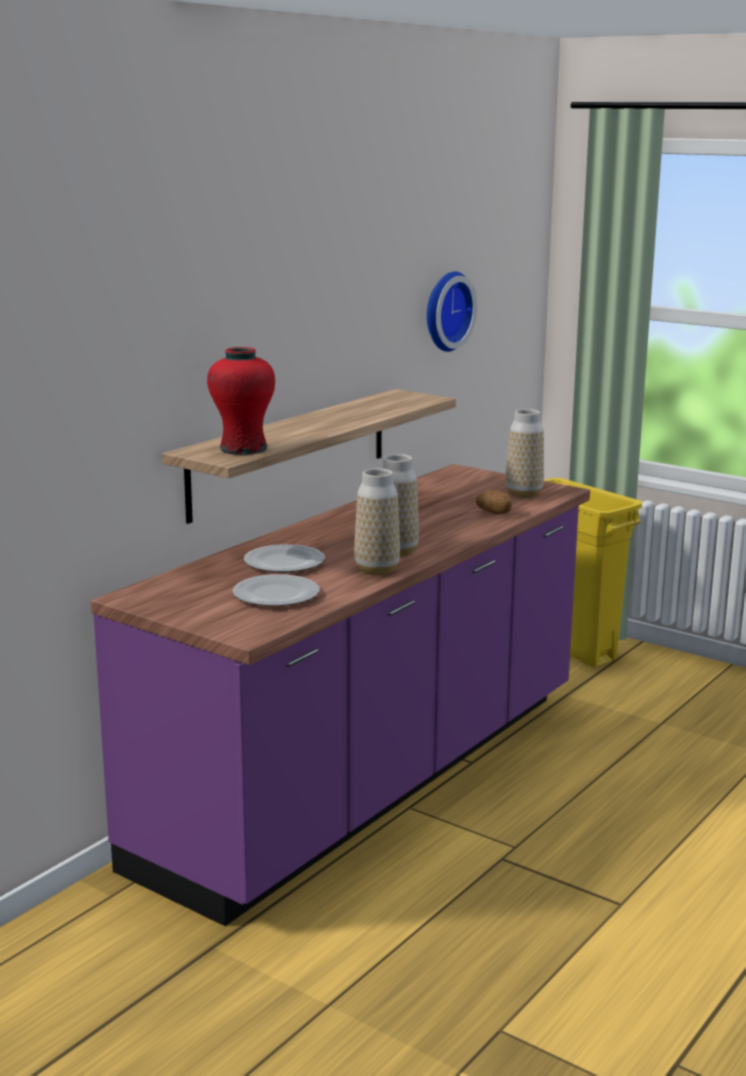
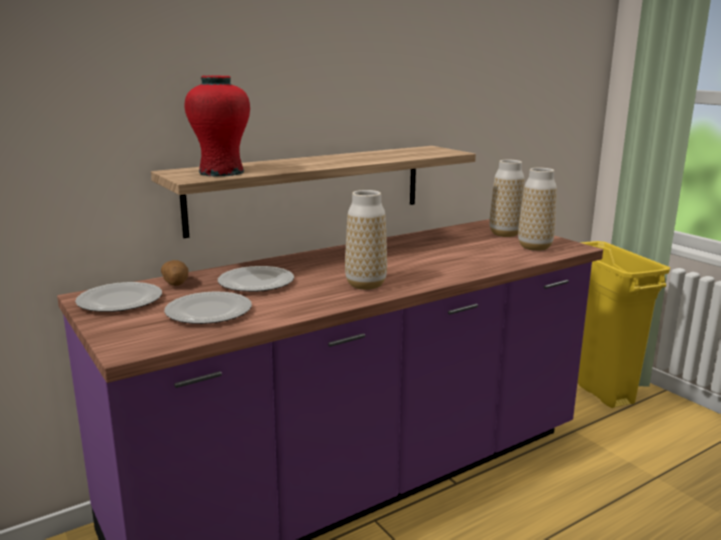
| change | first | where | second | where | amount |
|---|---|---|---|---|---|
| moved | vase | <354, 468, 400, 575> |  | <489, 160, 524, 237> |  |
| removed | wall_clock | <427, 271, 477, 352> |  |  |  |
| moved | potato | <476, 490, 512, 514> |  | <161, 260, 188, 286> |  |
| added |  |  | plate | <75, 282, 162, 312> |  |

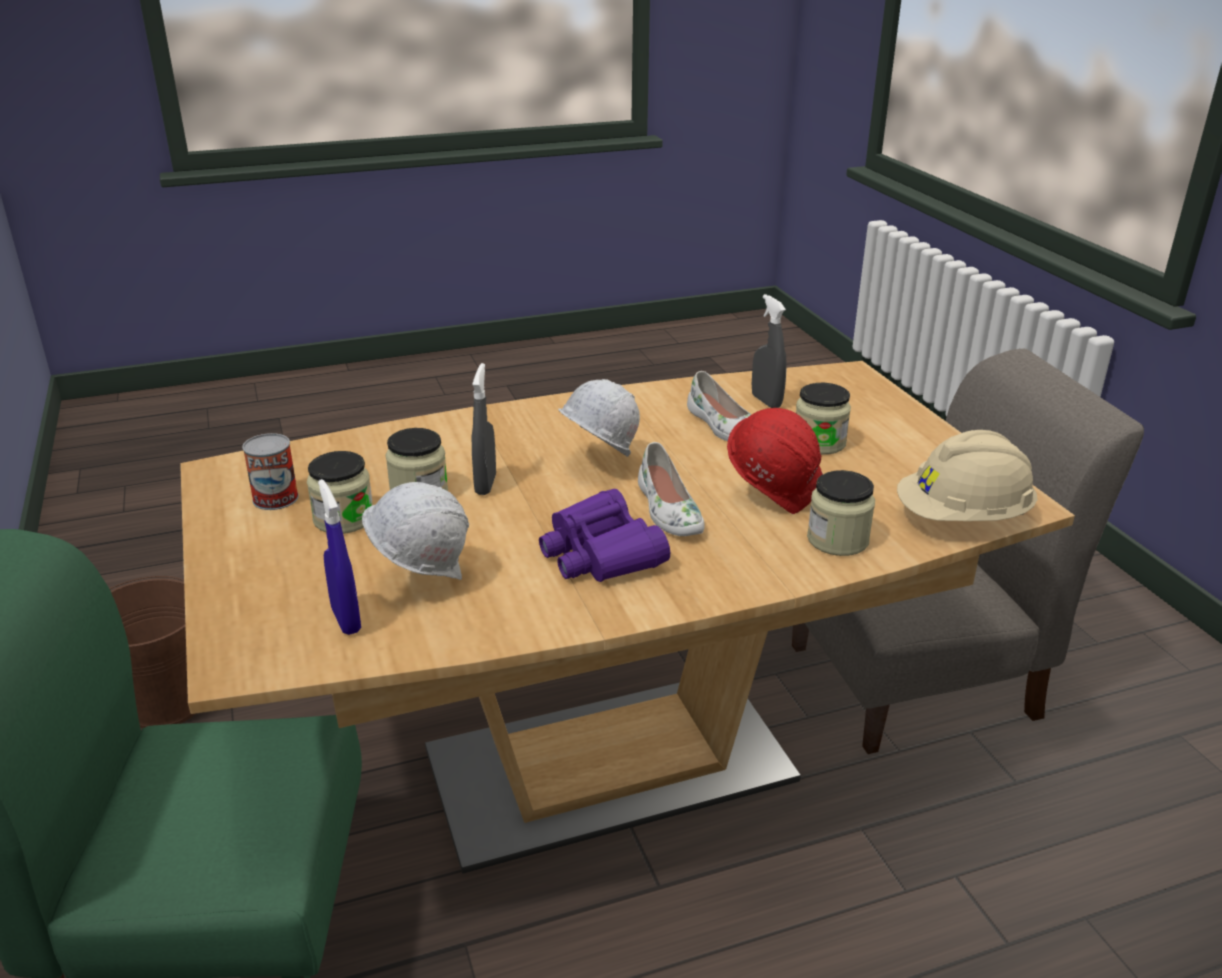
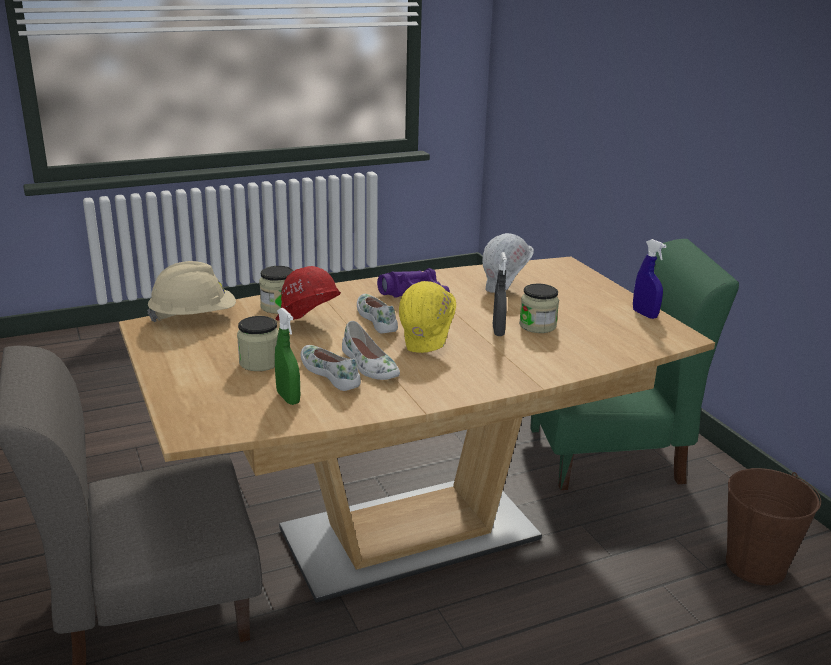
| change | first | where | second | where | amount |
|---|---|---|---|---|---|
| removed | can | <242, 433, 299, 510> |  |  |  |
| removed | jar | <307, 451, 373, 534> |  |  |  |
| moved | blue_spray_bottle | <318, 479, 361, 635> |  | <633, 239, 667, 319> |  |
| recoloured | white_hard_hat | <558, 379, 640, 457> | yellow_hard_hat | <399, 281, 456, 353> |  |
| recoloured | grey_spray_bottle | <752, 294, 787, 408> | green_spray_bottle | <275, 308, 300, 405> |  |
| added |  |  | white_shoe | <342, 321, 400, 380> |  |

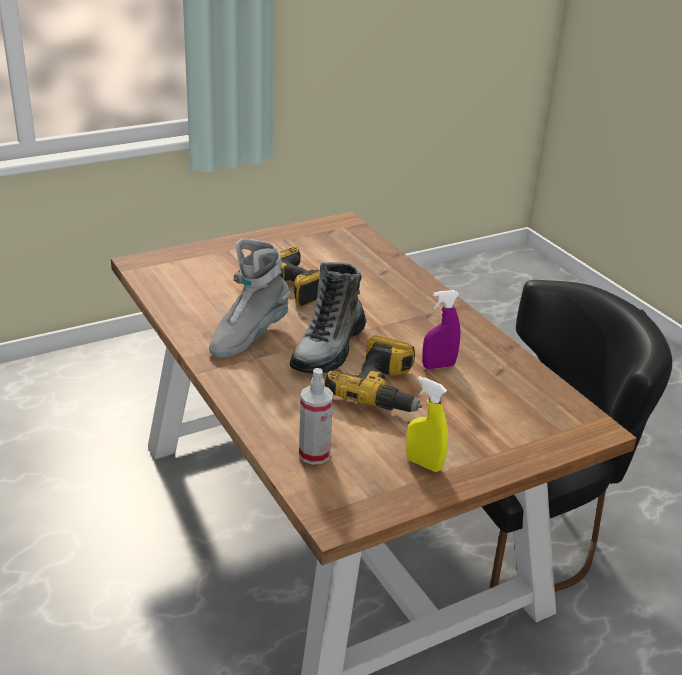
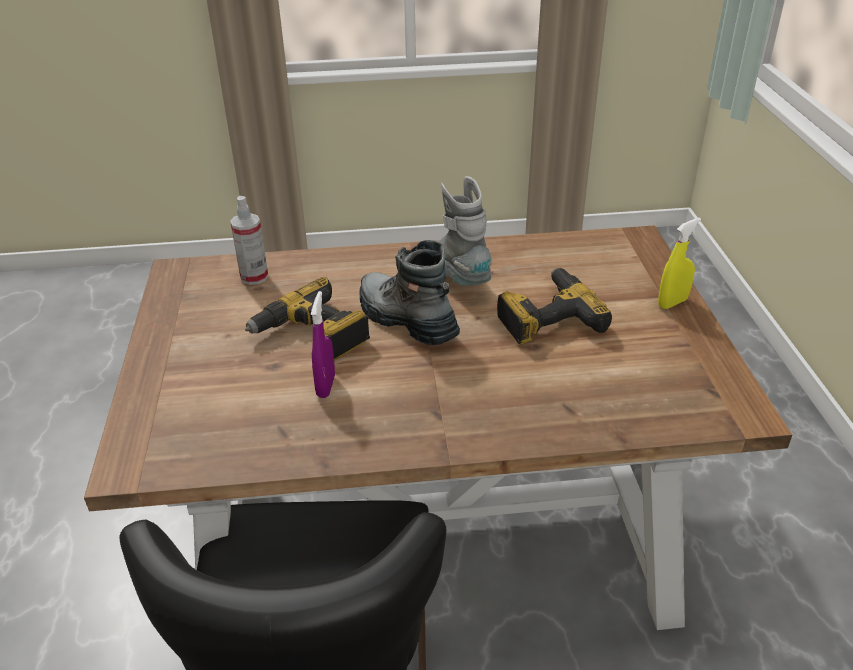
| change | first | where | second | where | amount |
|---|---|---|---|---|---|
| moved | yellow_spray_bottle | <406, 376, 448, 472> |  | <658, 218, 701, 309> |  |

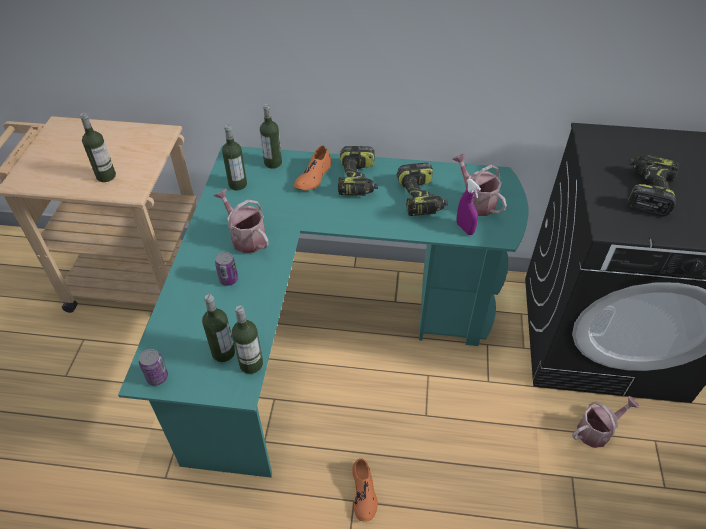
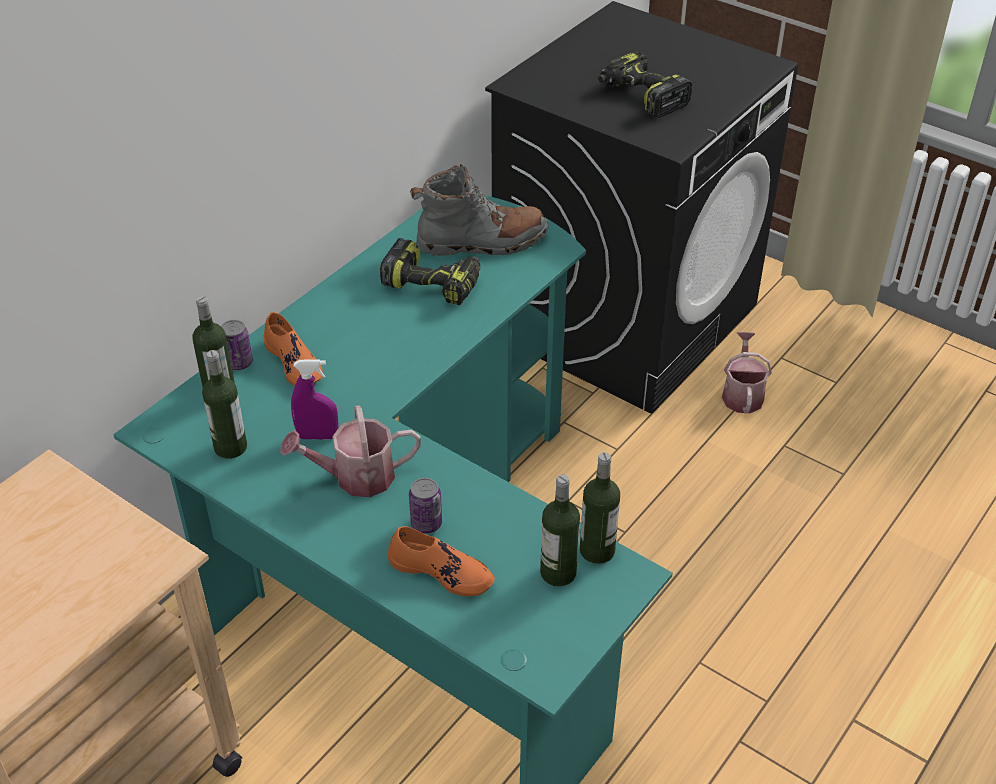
| change | first | where | second | where | amount |
|---|---|---|---|---|---|
| removed | bottle | <80, 113, 116, 182> |  |  |  |
| moved | can | <139, 349, 168, 386> |  | <221, 320, 253, 370> |  |
| removed | power_drill | <338, 146, 378, 196> |  |  |  |
| moved | orange_shoe | <352, 458, 378, 522> |  | <388, 526, 495, 596> |  |
| replaced | watering_can | <453, 154, 507, 216> | grey_boot | <410, 164, 549, 256> |  |
| moved | purple_spray_bottle | <456, 179, 481, 235> |  | <291, 360, 339, 439> |  |

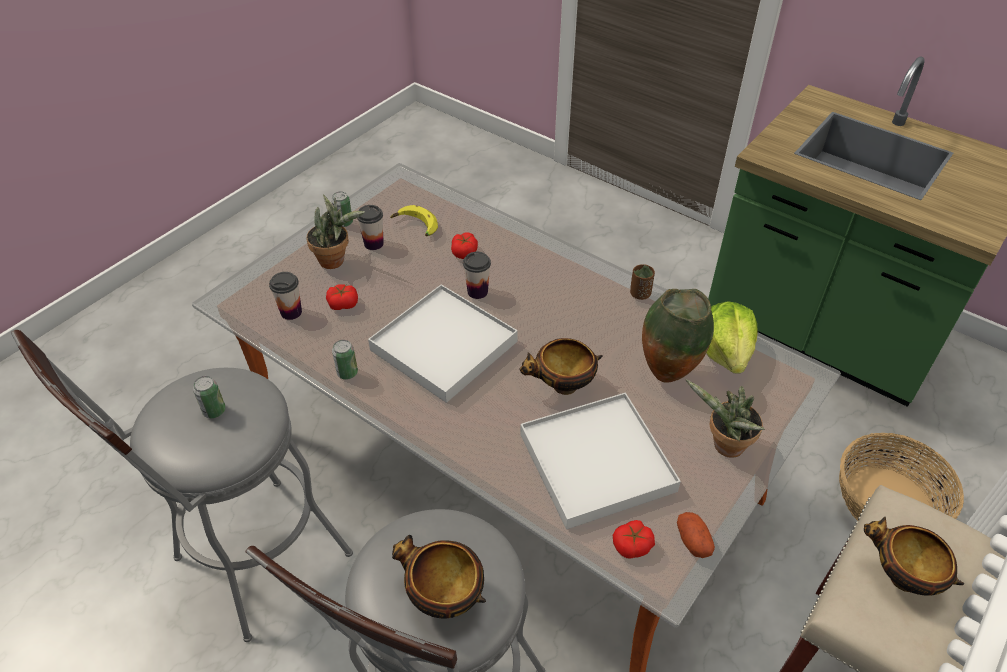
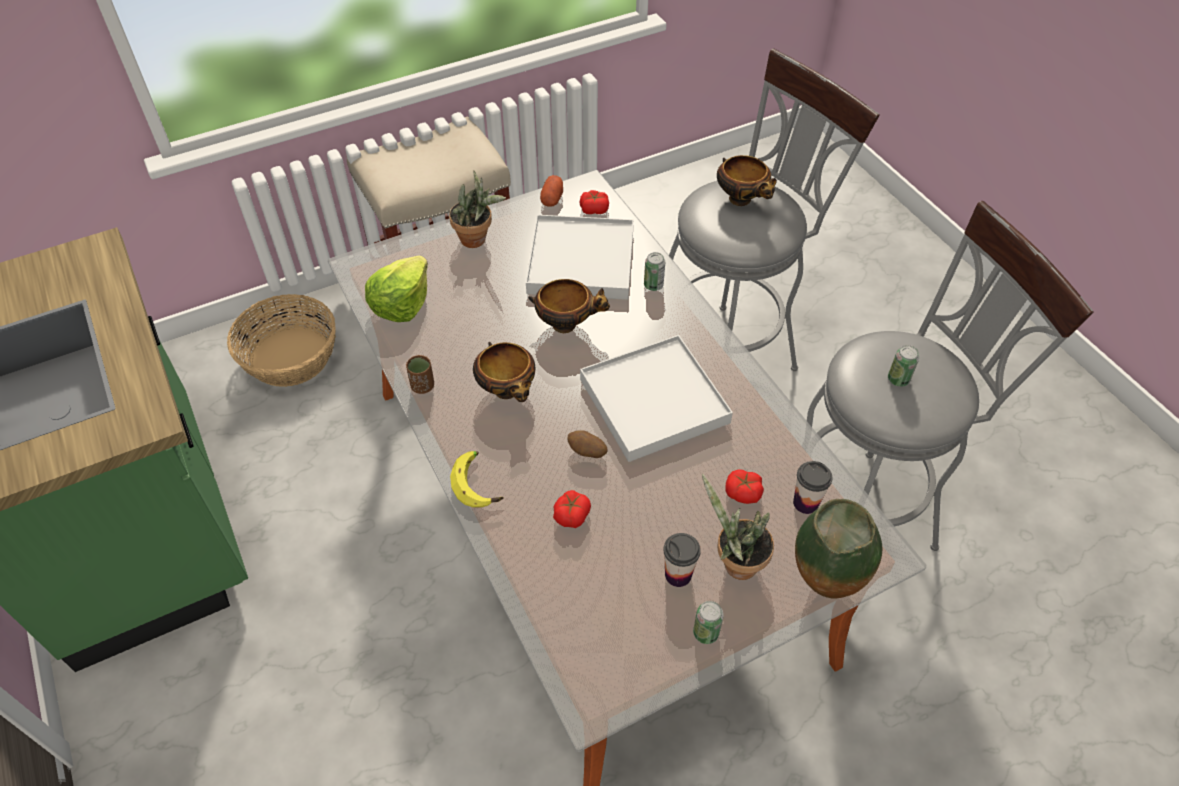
| change | first | where | second | where | amount |
|---|---|---|---|---|---|
| moved | can | <332, 340, 358, 380> |  | <644, 252, 665, 291> |  |
| moved | banana | <391, 205, 438, 236> |  | <450, 451, 503, 508> |  |
| replaced | cup | <463, 252, 491, 299> | potato | <567, 430, 608, 458> |  |
| moved | vase | <642, 289, 714, 383> |  | <795, 499, 882, 598> |  |
| moved | bowl | <864, 517, 964, 596> |  | <473, 342, 536, 402> |  |

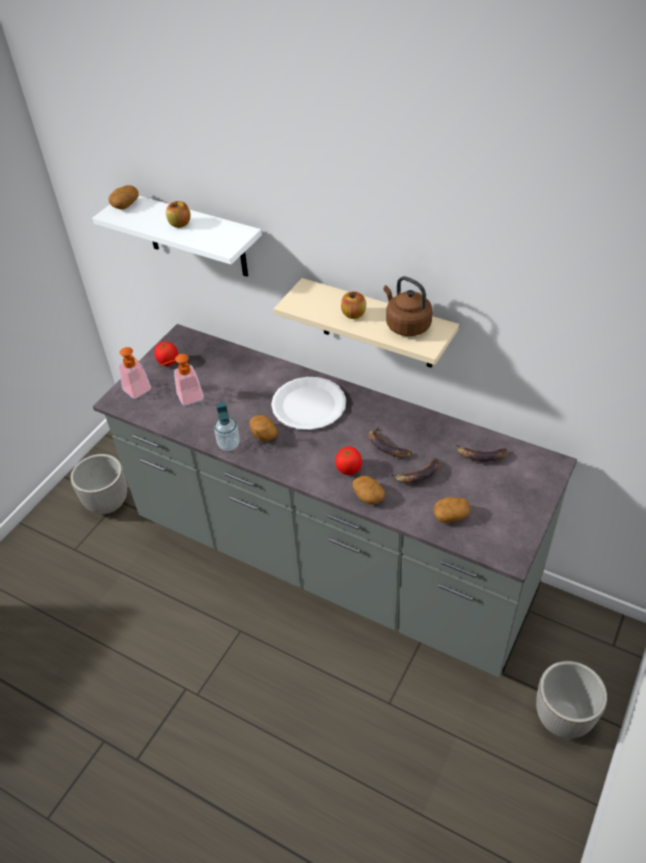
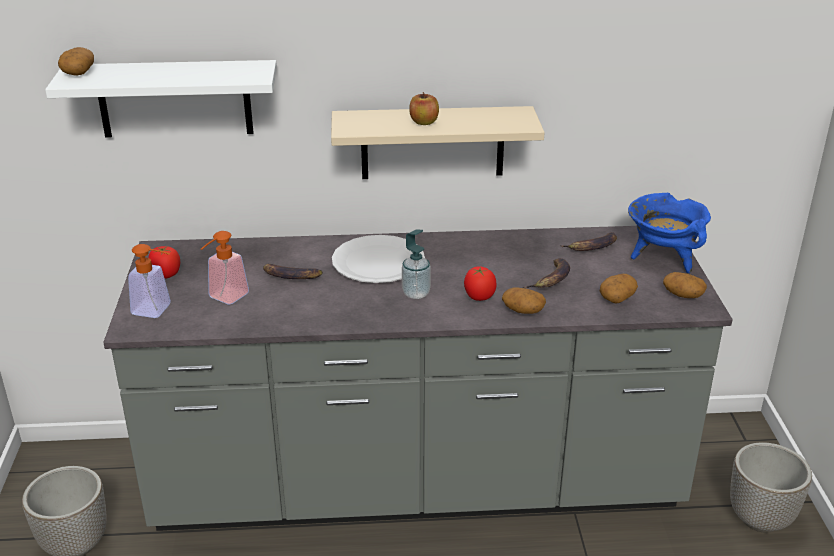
| change | first | where | second | where | amount |
|---|---|---|---|---|---|
| removed | apple | <166, 201, 191, 228> |  |  |  |
| moved | soap_dispenser | <214, 402, 239, 451> |  | <402, 229, 431, 299> |  |
| moved | potato | <249, 415, 278, 441> |  | <663, 272, 707, 298> |  |
| moved | banana | <368, 426, 412, 458> |  | <263, 264, 323, 279> |  |
| removed | brown_kettle | <383, 276, 433, 336> |  |  |  |
| added |  |  | blue_cooking_pot | <628, 193, 711, 273> |  |

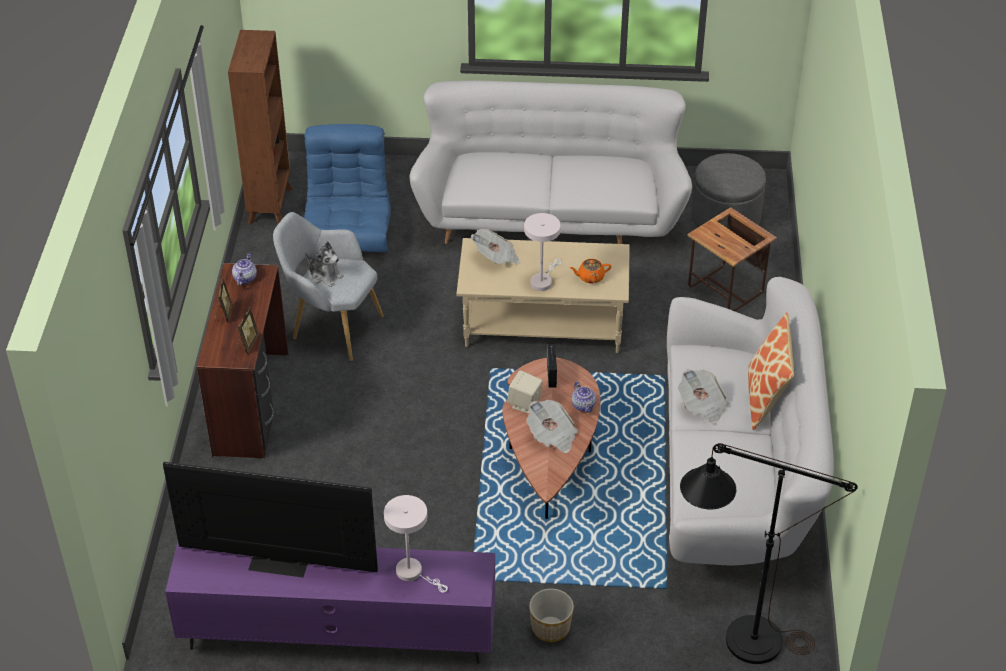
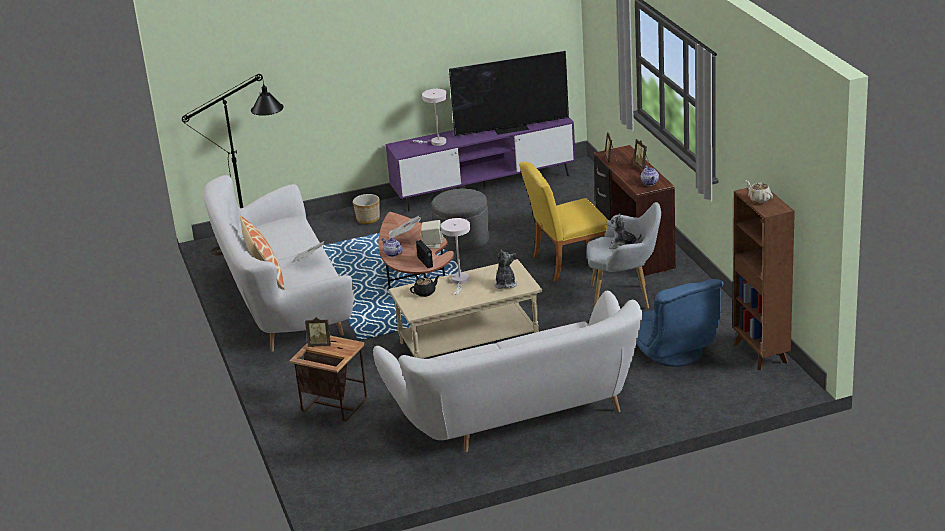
| change | first | where | second | where | amount |
|---|---|---|---|---|---|
| replaced | newspaper | <471, 229, 520, 265> | plush_toy | <494, 250, 518, 289> |  |
| recoloured | orange_teapot | <570, 259, 611, 283> | black_teapot | <410, 275, 440, 297> |  |
| moved | grey_ottoman | <691, 153, 766, 228> |  | <432, 189, 490, 251> |  |
| added |  |  | picture_frame | <305, 317, 331, 347> |  |
| added |  |  | yellow_chair | <519, 161, 609, 282> |  |
| added |  |  | beige_teapot | <746, 180, 773, 203> |  |

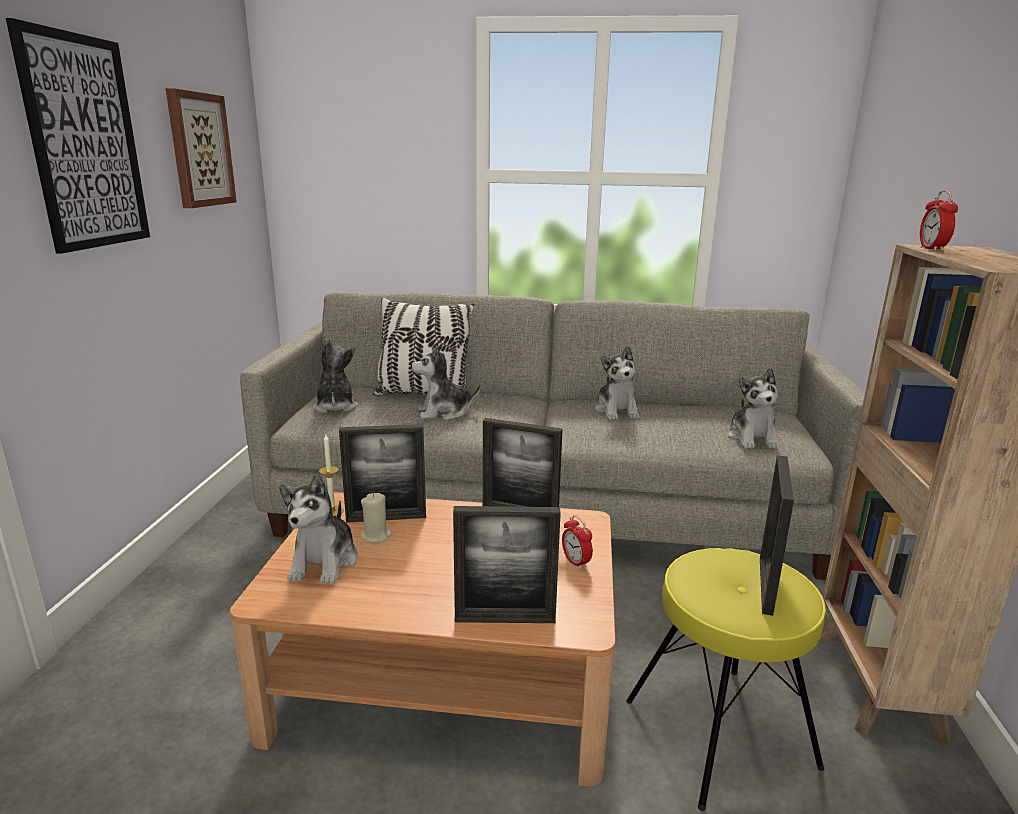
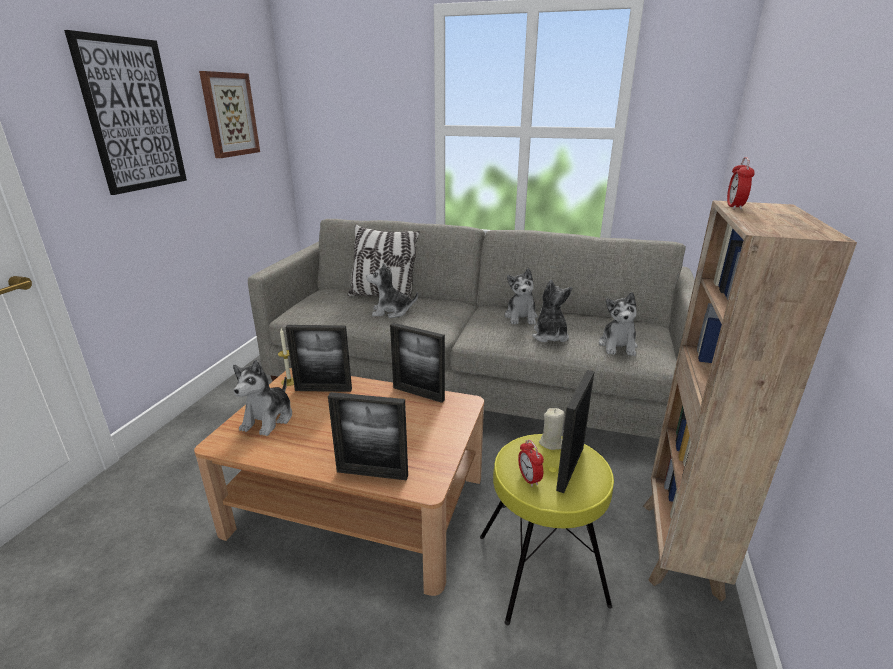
| change | first | where | second | where | amount |
|---|---|---|---|---|---|
| moved | plush_toy | <313, 338, 358, 413> |  | <532, 280, 572, 342> |  |
| moved | beige_candle | <361, 493, 392, 542> |  | <539, 408, 564, 450> |  |
| moved | alarm_clock | <562, 515, 593, 570> |  | <518, 440, 544, 487> |  |

